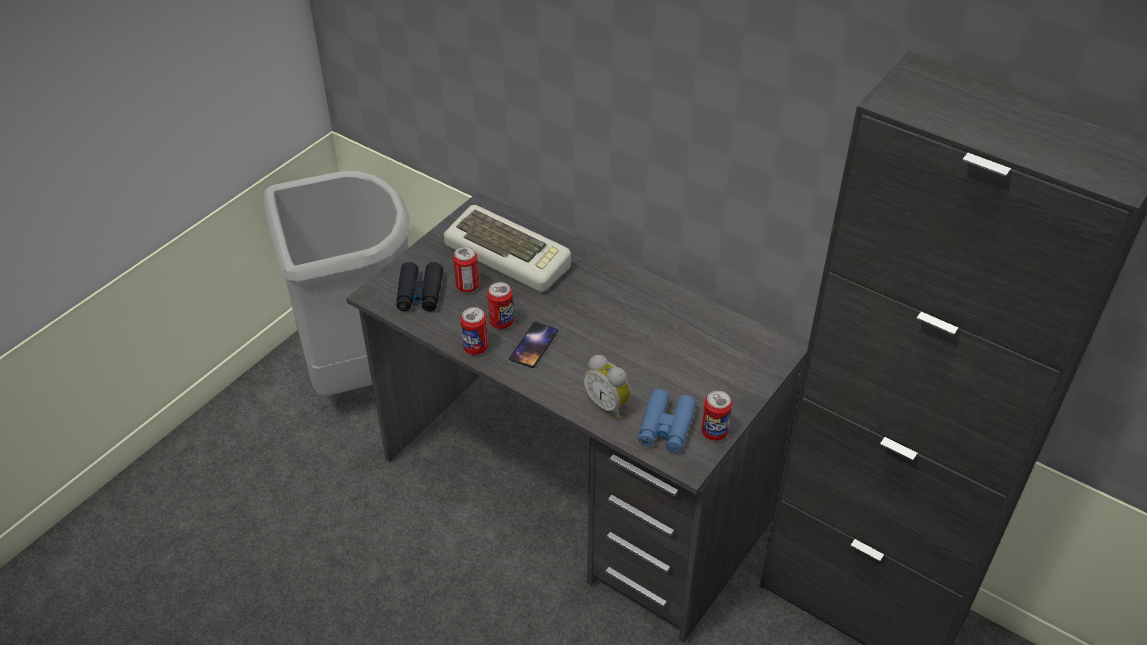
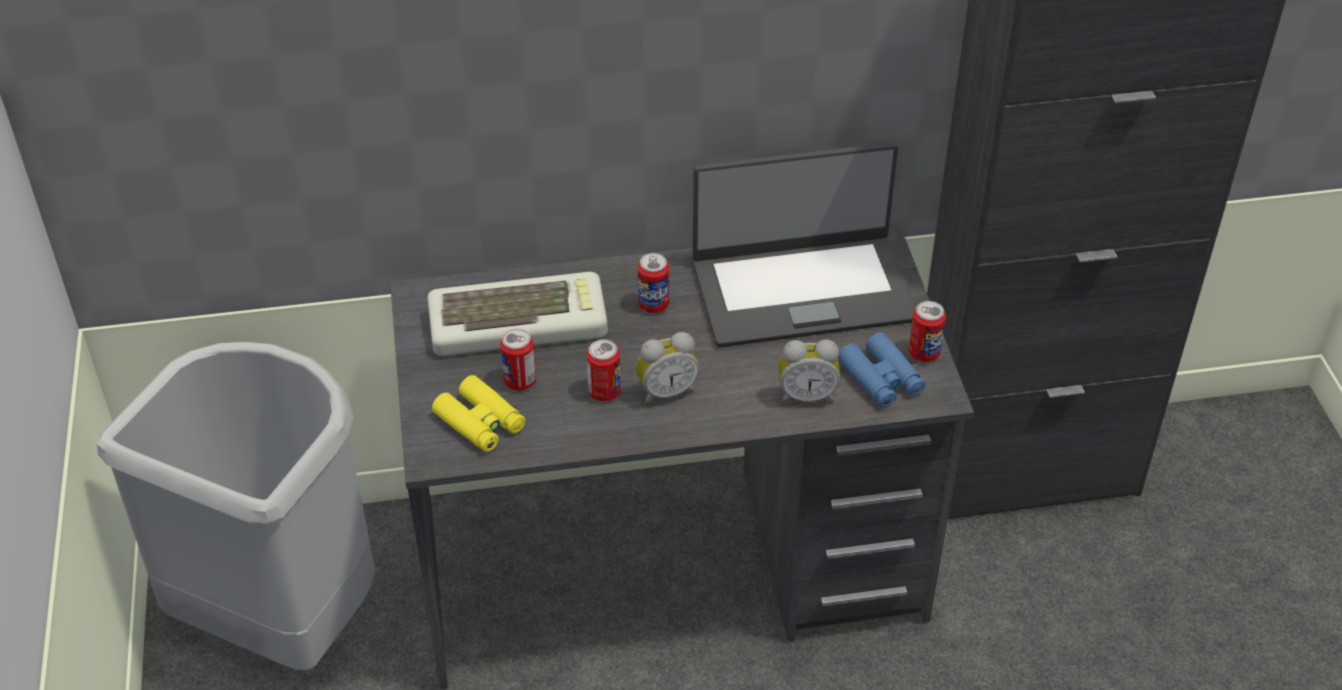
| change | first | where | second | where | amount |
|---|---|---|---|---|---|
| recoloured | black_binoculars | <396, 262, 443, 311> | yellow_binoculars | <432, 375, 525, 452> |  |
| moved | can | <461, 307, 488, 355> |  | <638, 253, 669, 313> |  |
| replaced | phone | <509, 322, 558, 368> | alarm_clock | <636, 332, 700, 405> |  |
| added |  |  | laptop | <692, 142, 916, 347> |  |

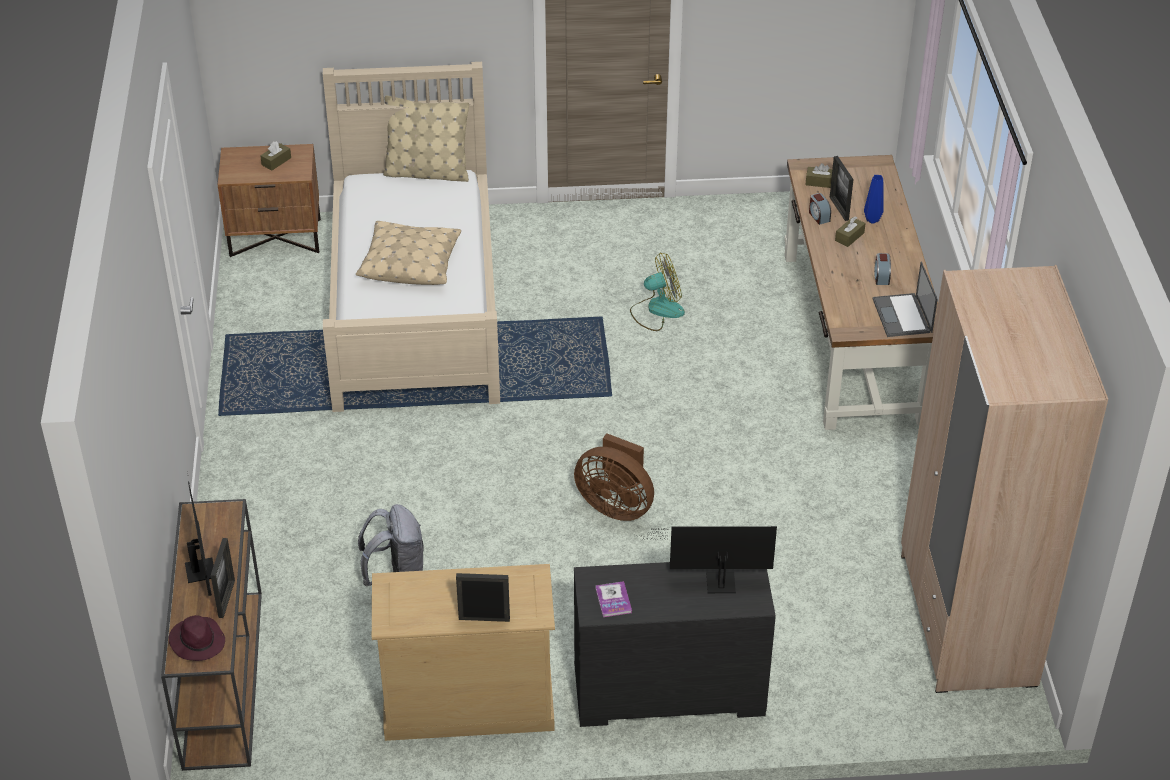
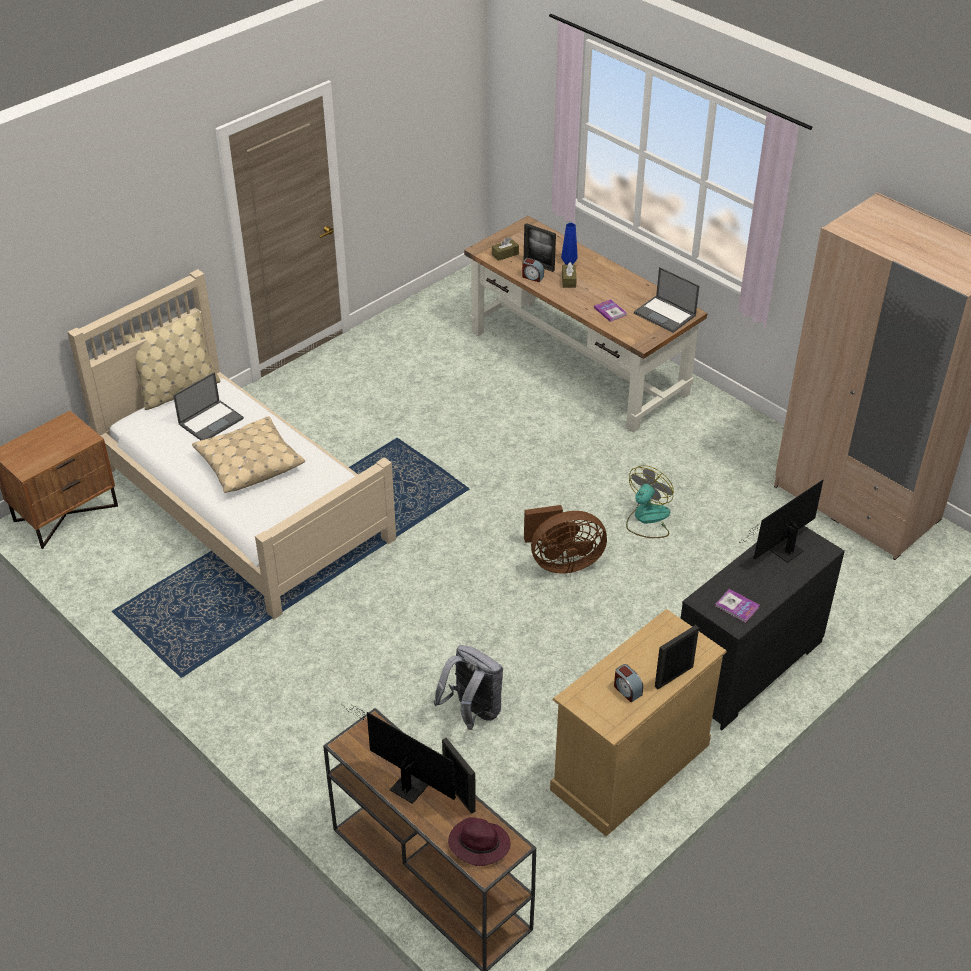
| change | first | where | second | where | amount |
|---|---|---|---|---|---|
| removed | brown_tissue_box | <260, 141, 291, 170> |  |  |  |
| moved | fan | <630, 253, 685, 331> |  | <626, 465, 674, 538> |  |
| moved | alarm_clock | <874, 253, 891, 285> |  | <614, 664, 643, 703> |  |
| added |  |  | laptop | <173, 372, 244, 440> |  |
| added |  |  | book | <594, 299, 627, 322> |  |

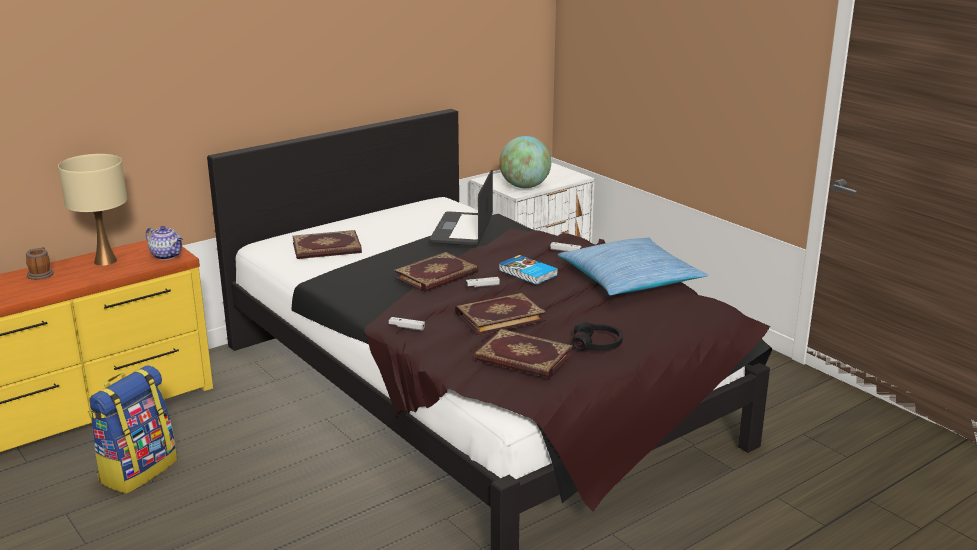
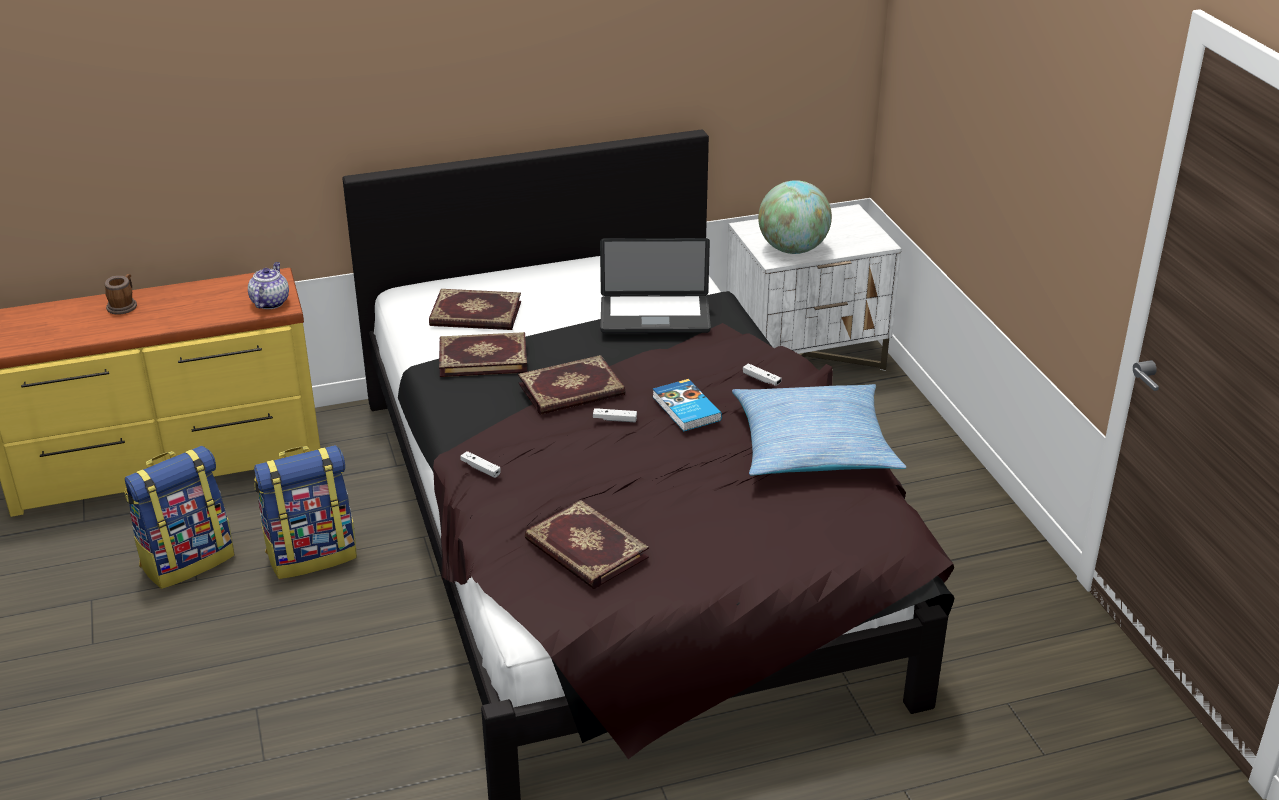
| change | first | where | second | where | amount |
|---|---|---|---|---|---|
| removed | beige_table_lamp | <58, 154, 127, 266> |  |  |  |
| turned | teapot | <146, 226, 183, 260> |  | <248, 262, 289, 309> | 135 degrees counterclockwise |
| turned | laptop | <430, 169, 493, 246> |  | <600, 238, 711, 333> | 120 degrees counterclockwise |
| moved | book | <455, 293, 546, 335> |  | <439, 332, 527, 377> |  |
| removed | black_headphones | <572, 322, 623, 351> |  |  |  |
| added |  |  | backpack | <254, 445, 357, 579> |  |

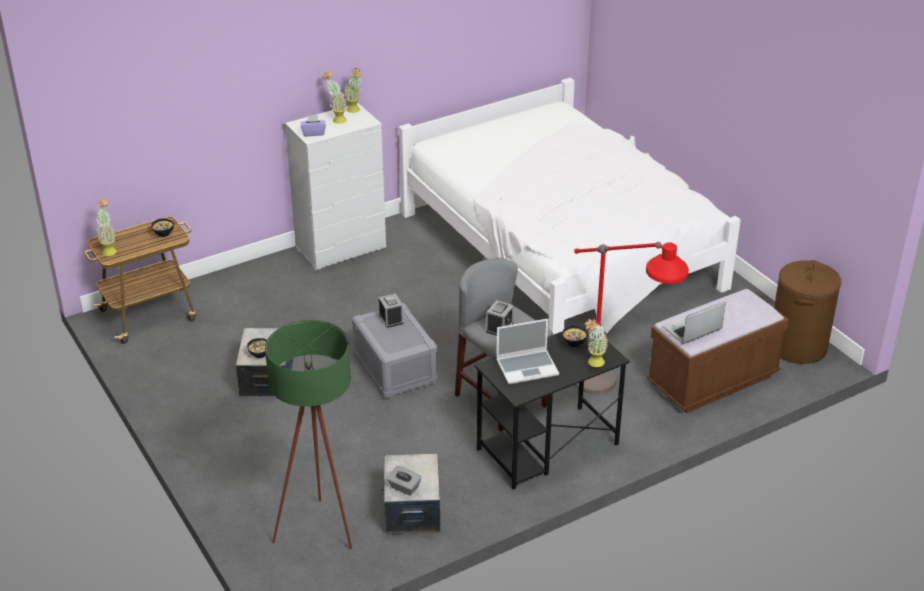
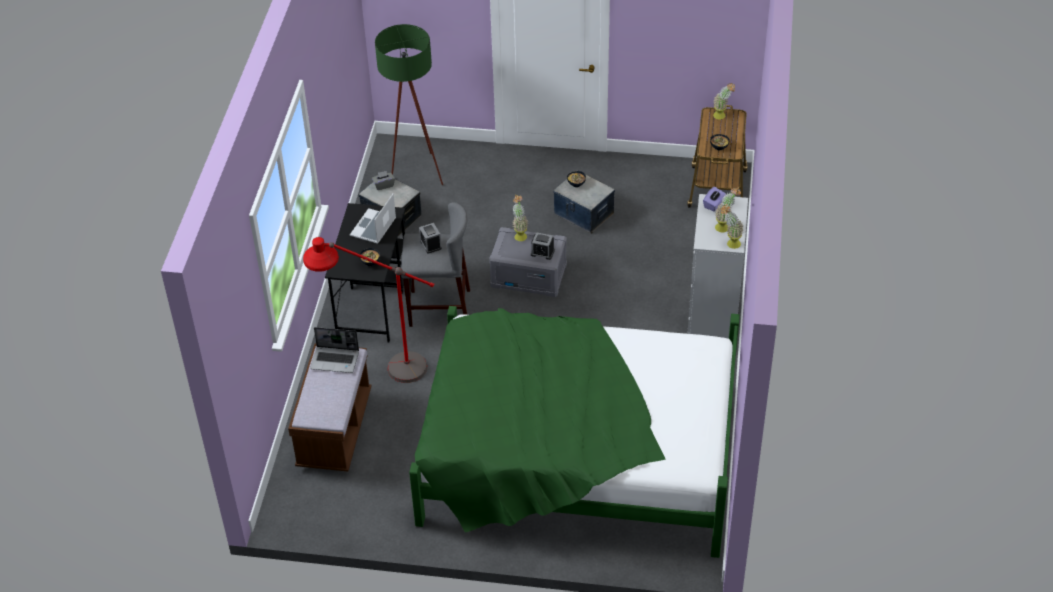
| change | first | where | second | where | amount |
|---|---|---|---|---|---|
| recoloured | white_bed | <399, 78, 741, 335> | green_bed | <409, 306, 740, 558> |  |
| moved | potted_plant | <584, 319, 608, 367> |  | <512, 195, 529, 241> |  |
| turned | laptop | <662, 302, 726, 344> |  | <310, 327, 359, 373> | 90 degrees clockwise |
| removed | brown_laundry_basket | <774, 260, 841, 364> |  |  |  |

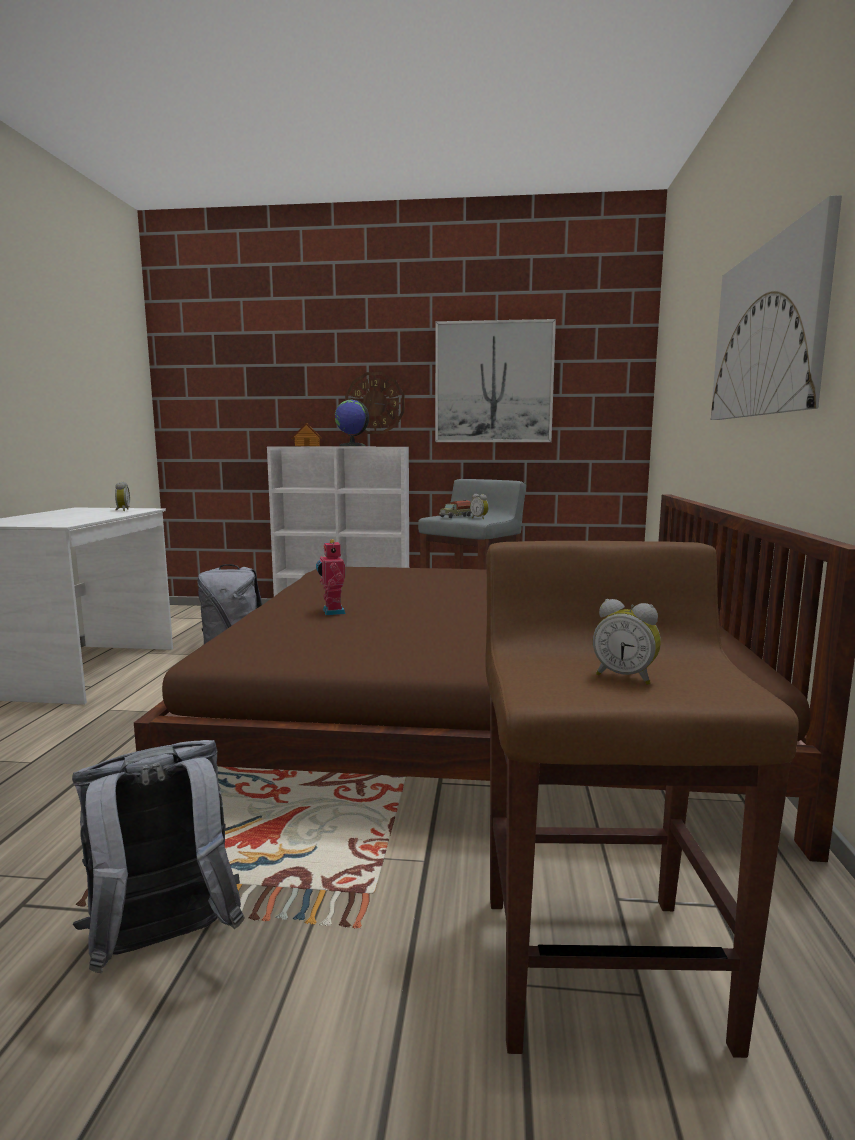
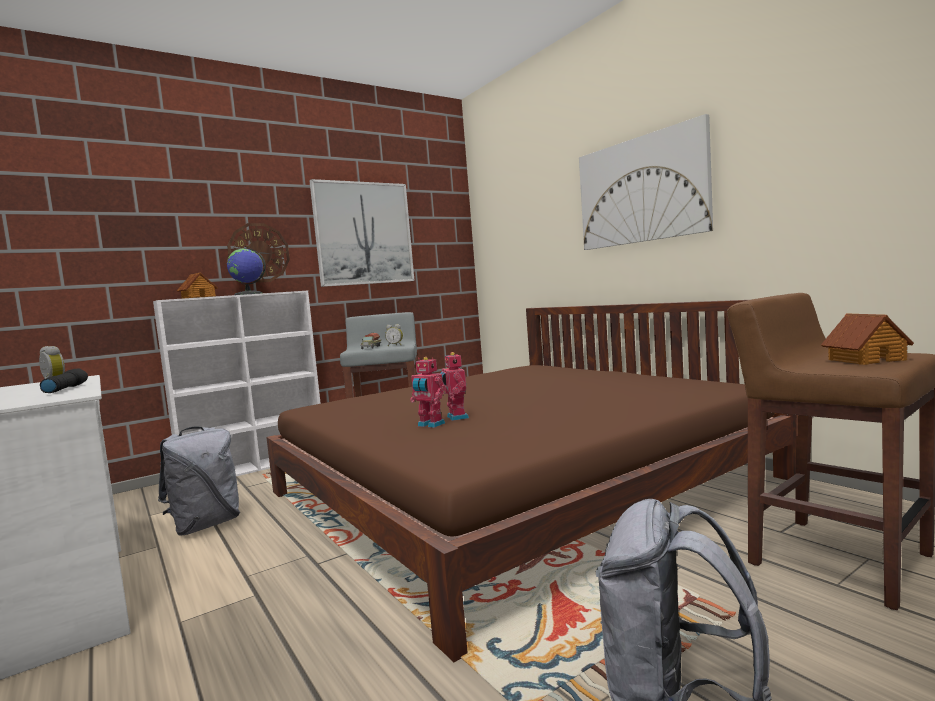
| change | first | where | second | where | amount |
|---|---|---|---|---|---|
| replaced | alarm_clock | <593, 599, 661, 685> | toy_house | <821, 313, 914, 365> |  |
| added |  |  | black_flashlight | <40, 369, 88, 393> |  |
| added |  |  | toy_robot | <440, 352, 469, 421> |  |

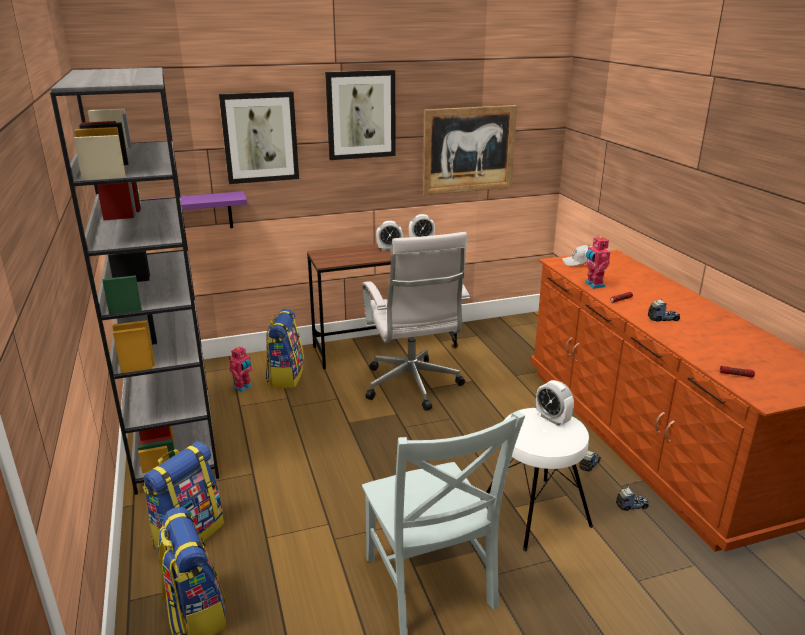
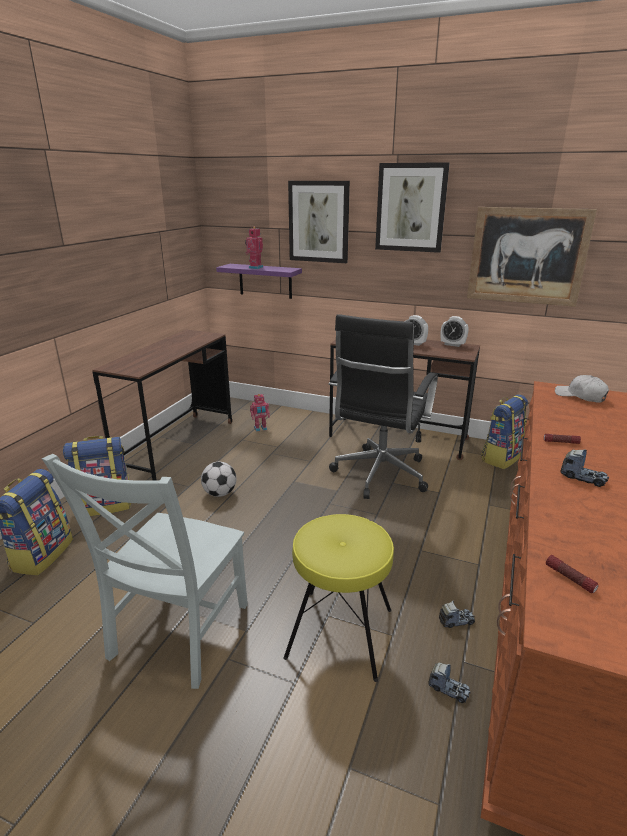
| change | first | where | second | where | amount |
|---|---|---|---|---|---|
| replaced | grey_bookcase | <50, 68, 219, 495> | brown_desk | <92, 329, 233, 480> |  |
| moved | backpack | <266, 309, 304, 388> |  | <481, 395, 528, 469> |  |
| recoloured | white_office_chair | <362, 232, 470, 411> | black_office_chair | <329, 314, 438, 499> |  |
| recoloured | white_stool | <482, 408, 593, 551> | yellow_stool | <283, 514, 394, 682> |  |
| removed | alarm_clock | <536, 380, 574, 426> |  |  |  |
| moved | toy_robot | <584, 236, 610, 289> |  | <245, 227, 263, 269> |  |
| added |  |  | football | <201, 462, 237, 497> |  |

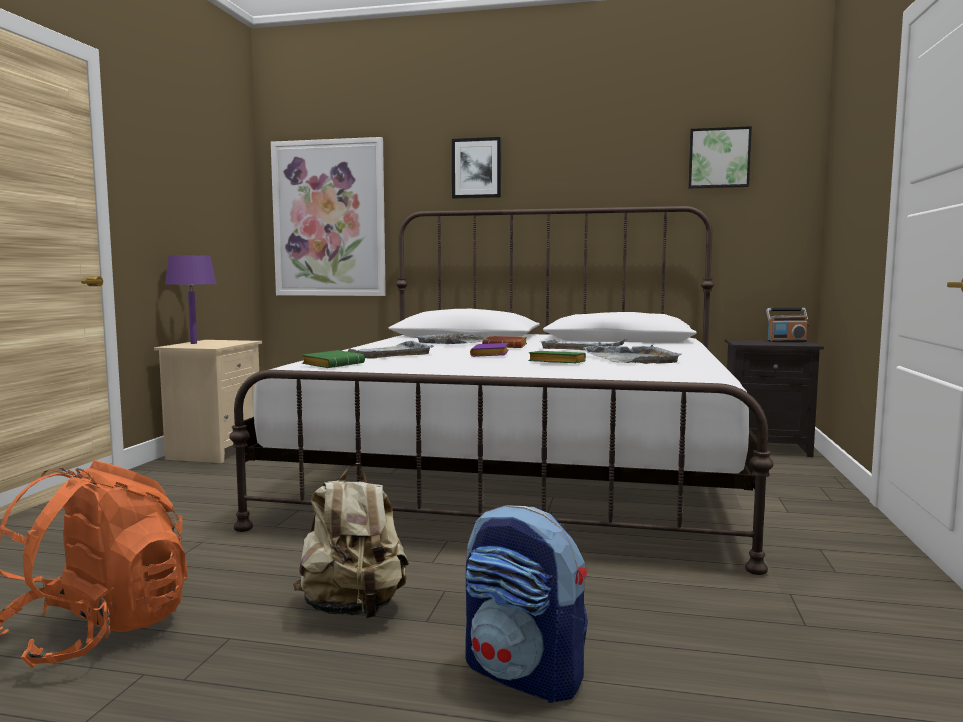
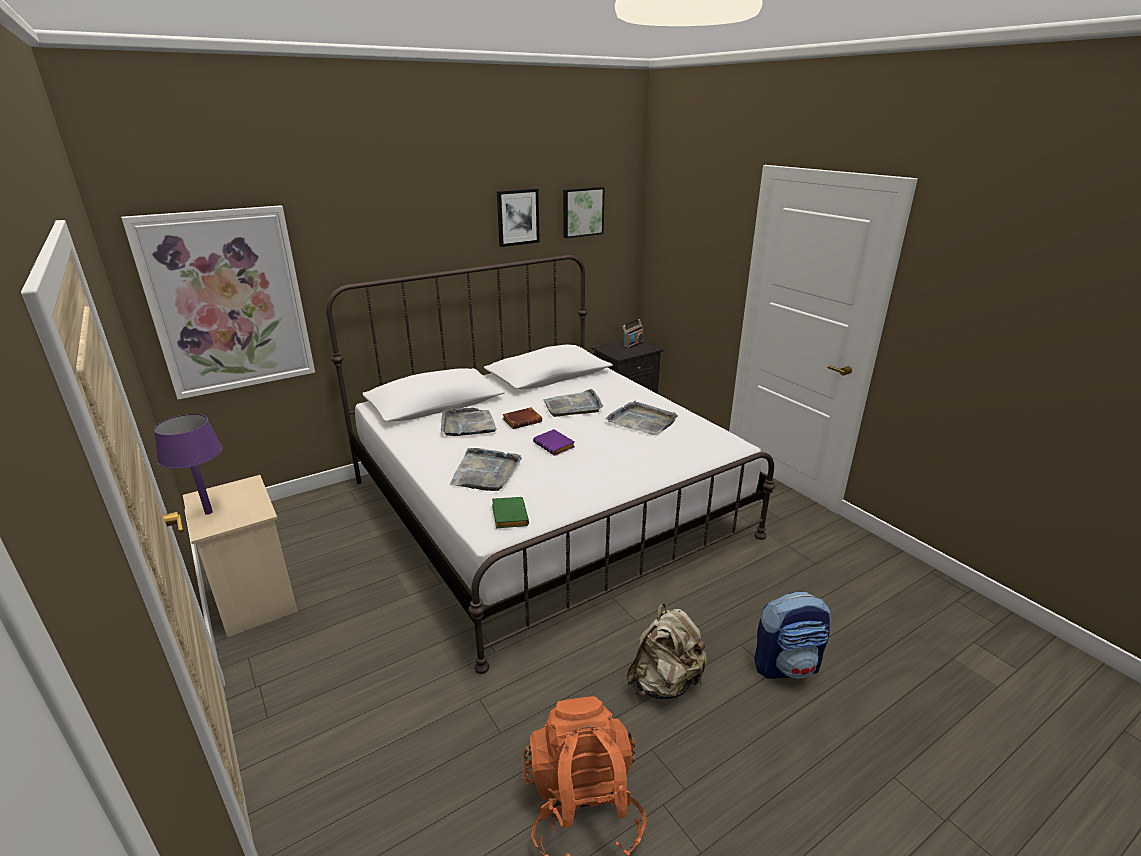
| change | first | where | second | where | amount |
|---|---|---|---|---|---|
| moved | picture | <452, 137, 501, 199> |  | <497, 188, 540, 247> |  |
| removed | green_book | <529, 351, 586, 363> |  |  |  |

